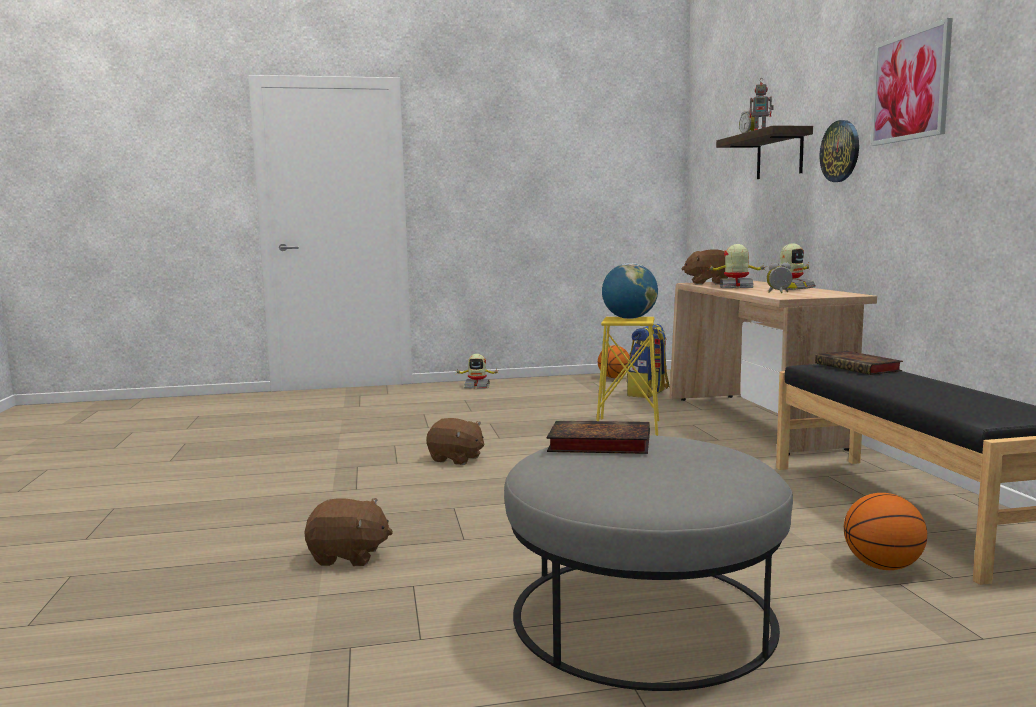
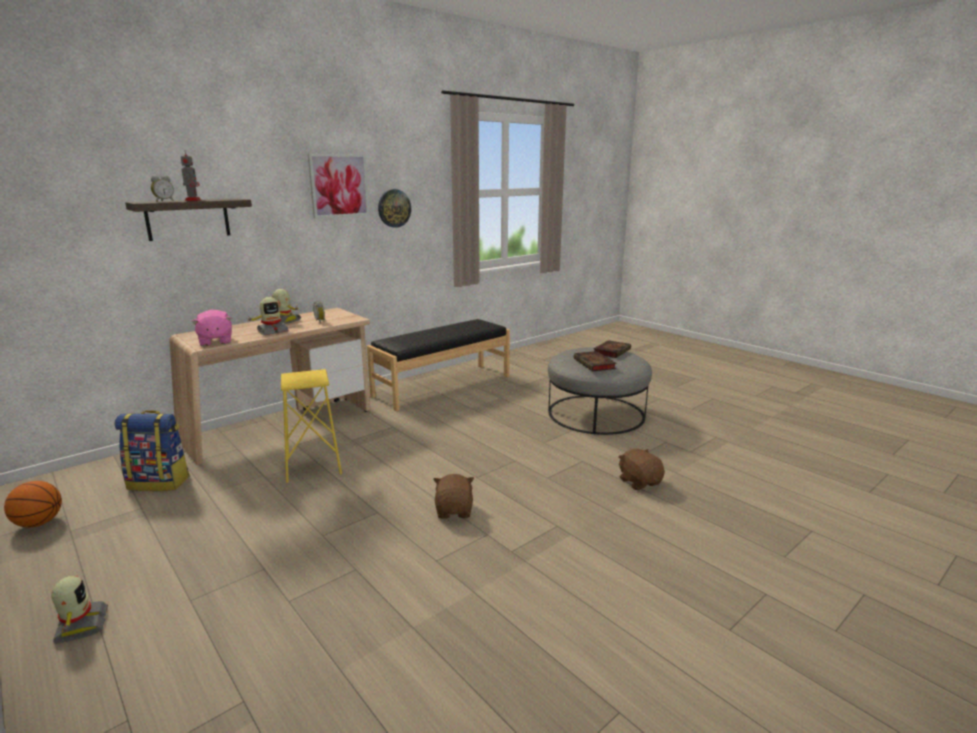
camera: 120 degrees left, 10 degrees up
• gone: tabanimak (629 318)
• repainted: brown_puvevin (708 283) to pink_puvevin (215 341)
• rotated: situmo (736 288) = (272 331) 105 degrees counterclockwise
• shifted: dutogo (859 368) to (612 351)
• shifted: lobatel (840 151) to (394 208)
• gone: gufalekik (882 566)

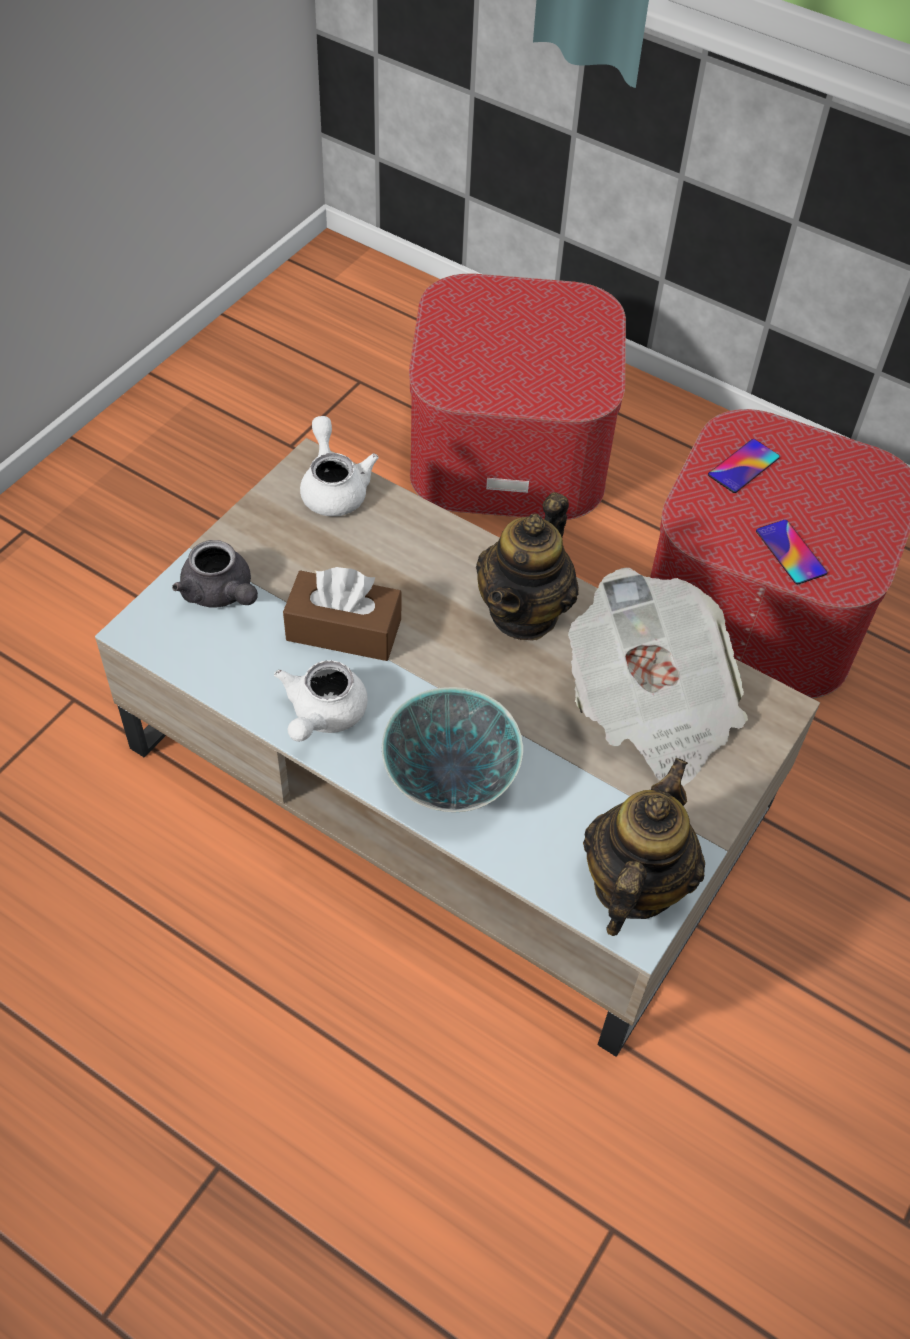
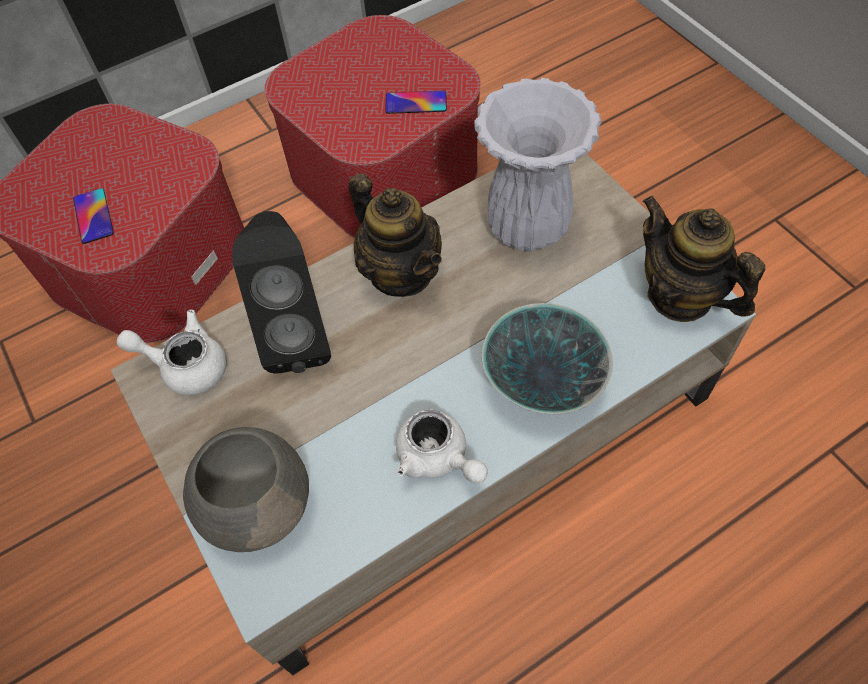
camera: 60 degrees left, 5 degrees up
• swapped: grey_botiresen (221 594) to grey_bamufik (257 502)
• gone: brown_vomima (344 630)
• swapped: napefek (651 708) to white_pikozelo (529 227)
• shifted: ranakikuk (743 466) to (93 216)
• new: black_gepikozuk (297 334)

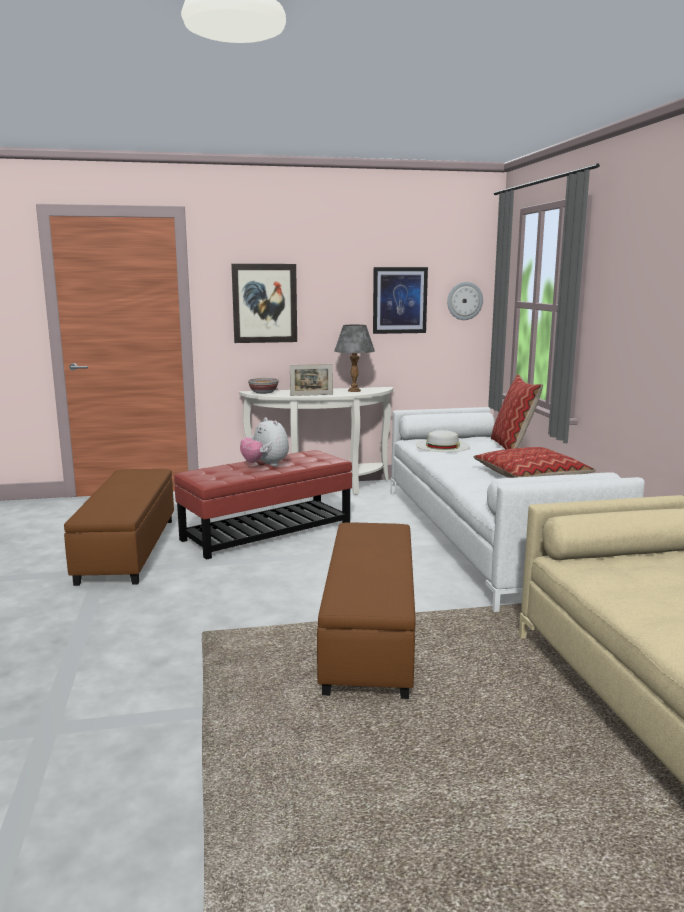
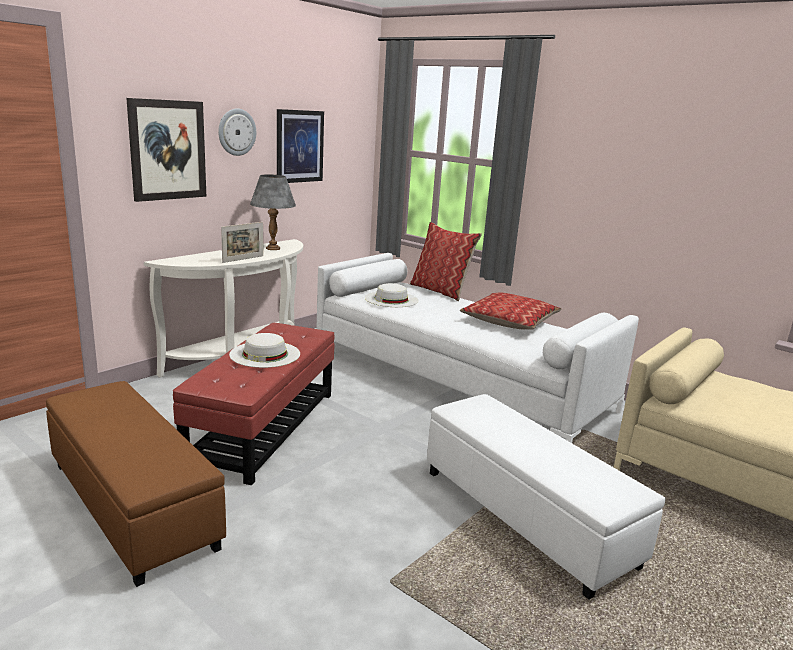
camera: 40 degrees left, 5 degrees up
• swapped: puvevin (265 465) to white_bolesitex (265 354)
• gone: bamufik (263 392)
• repainted: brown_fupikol (368 635) to white_fupikol (524 517)
• shifted: lobatel (464 301) to (236 132)

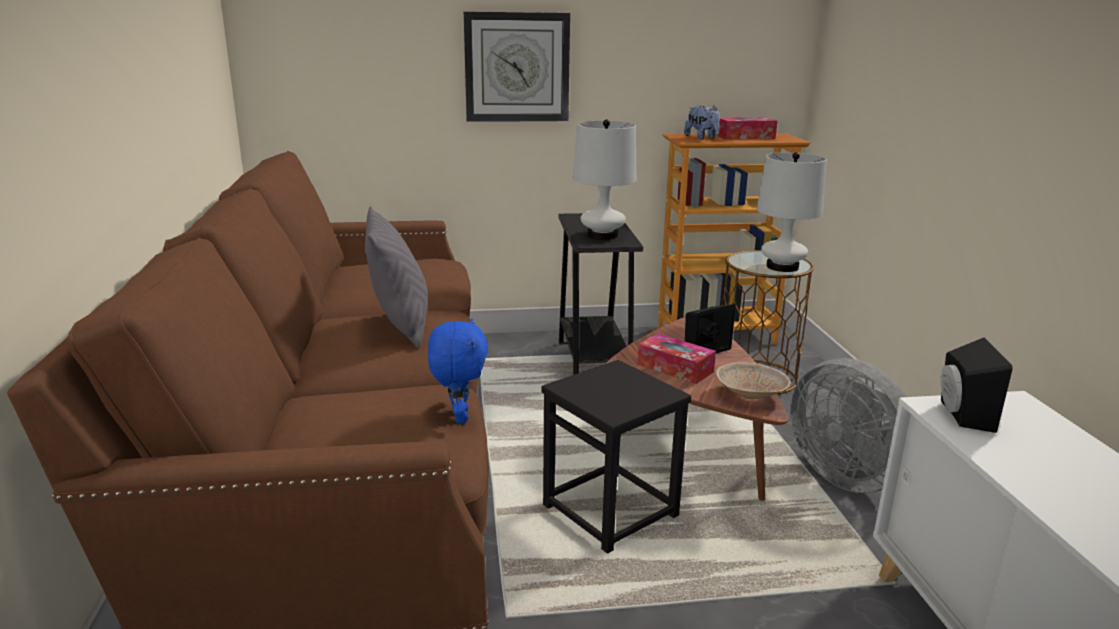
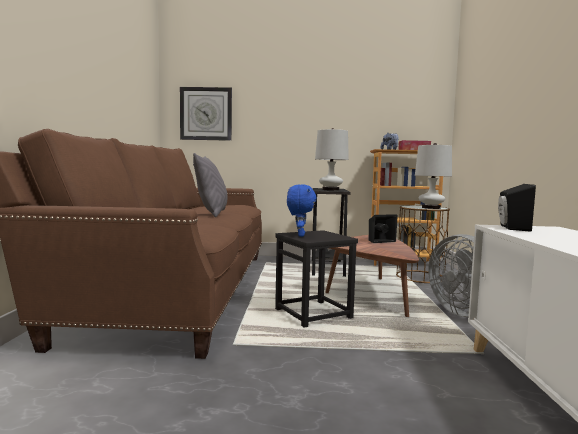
camera: 10 degrees right, 15 degrees down
• shifted: blue_puvevin (459 416) to (300 235)
• shifted: lobatel (517 67) to (206 114)
• gone: vomima (675 368)
• gone: beige_bamufik (751 395)

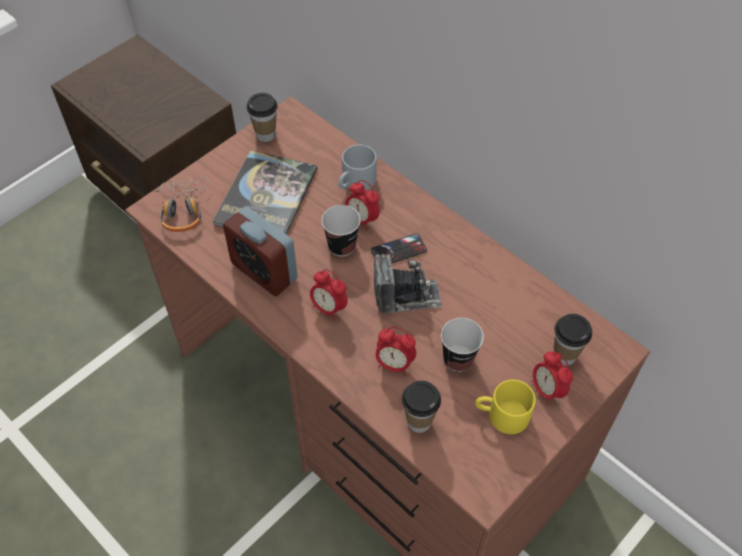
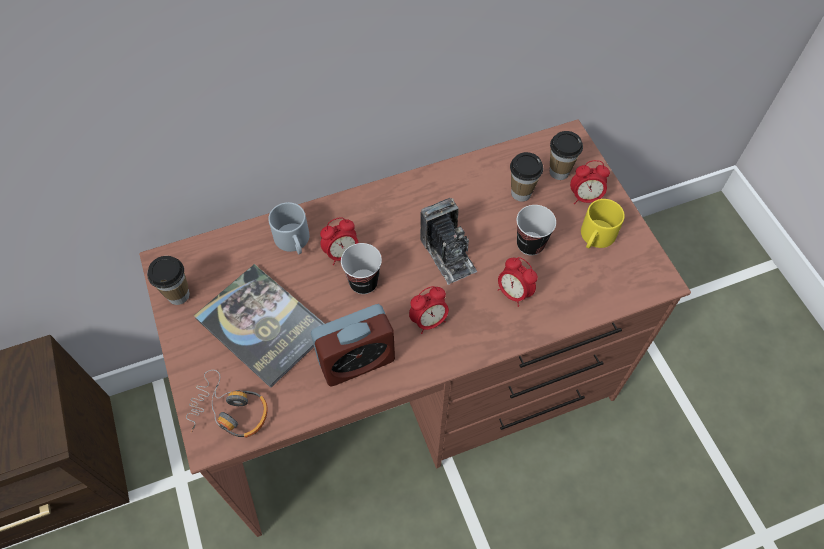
camera: 65 degrees left, 5 degrees up
• gone: ranakikuk (398 250)
• rotated: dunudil (407 296) = (448 254) 135 degrees clockwise
• rotated: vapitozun (394 364) = (513 293) 90 degrees clockwise
• shifted: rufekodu (419 422) to (521 193)

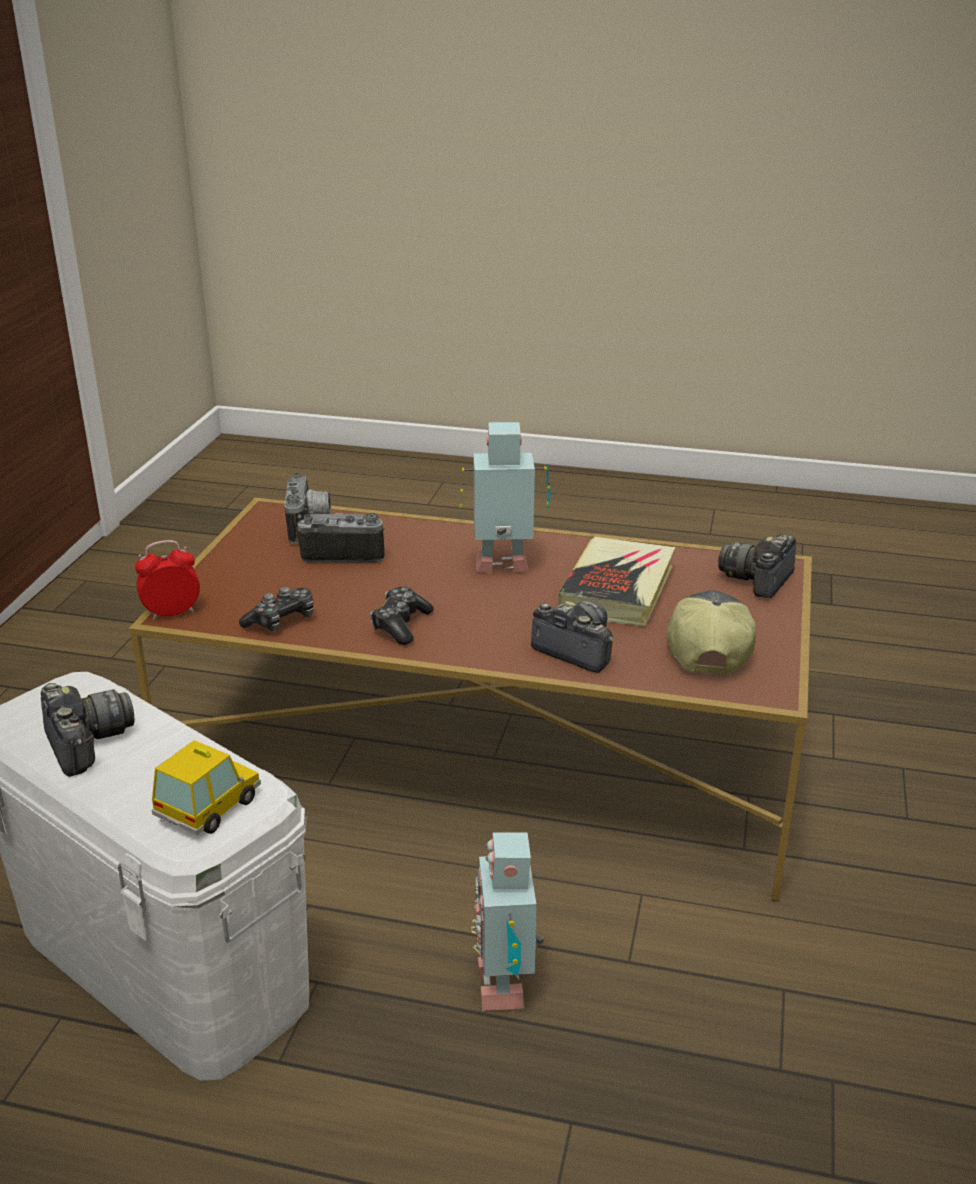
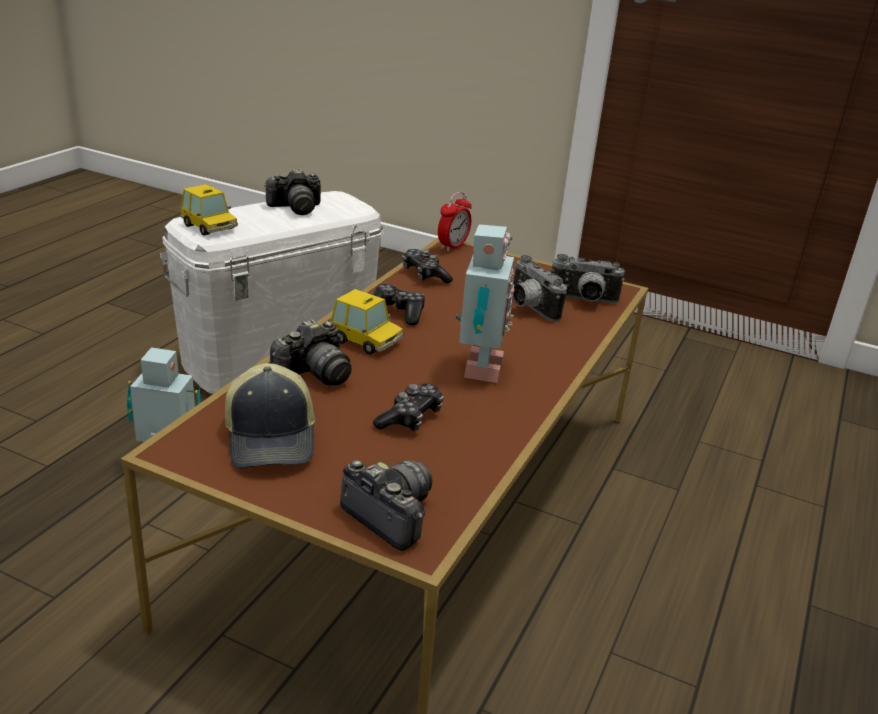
camera: 100 degrees right, 0 degrees up
• rotated: vapitozun (172 613) = (452 246) 45 degrees clockwise
• rotated: dunudil (344 554) = (528 308) 135 degrees clockwise
• swapped: dutogo (617 589) to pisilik (410 418)
• rotated: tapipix (706 648) = (272 438) 60 degrees clockwise
• new: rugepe (366 341)

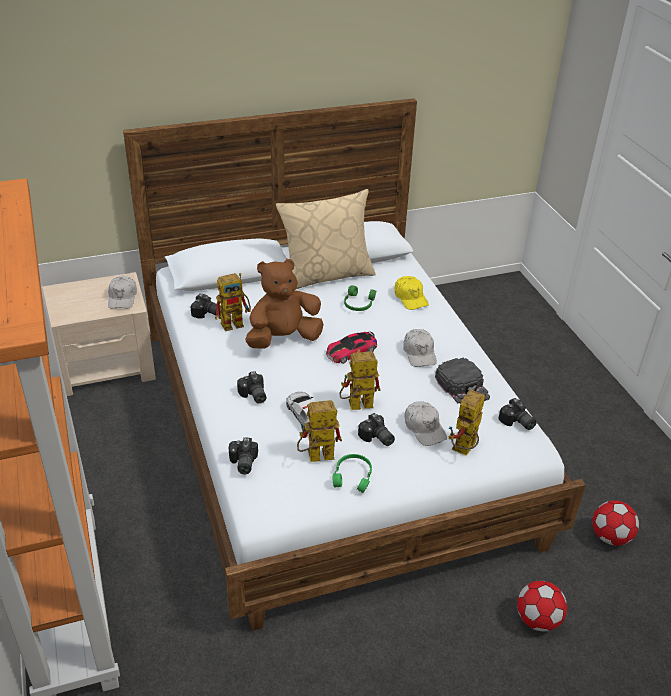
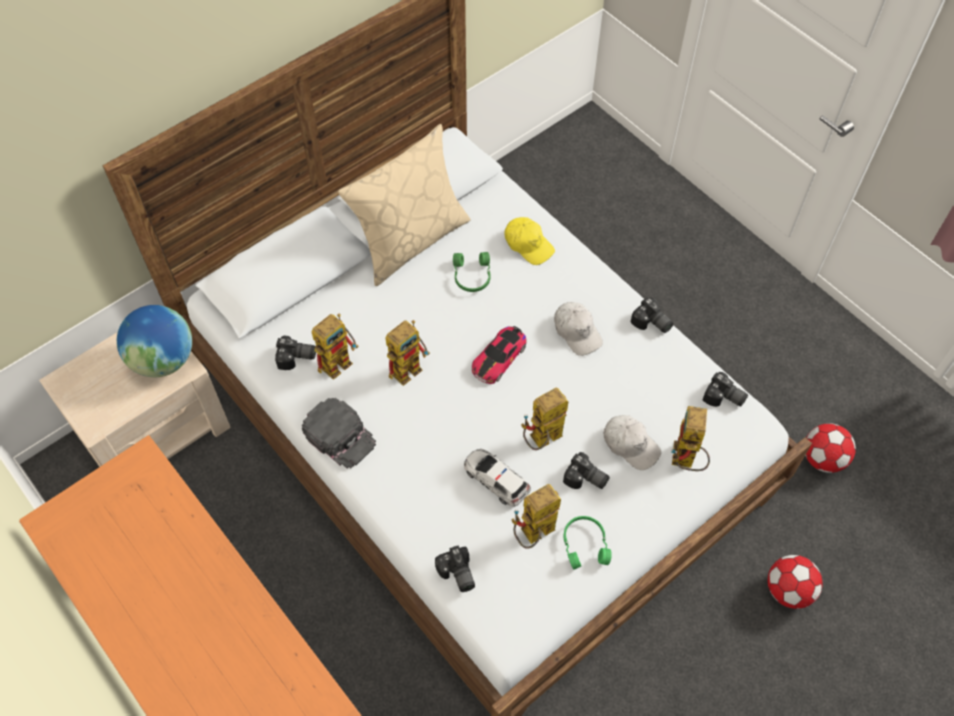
camera: 20 degrees left, 20 degrees up
• swapped: white_tapipix (122 298) to tabanimak (164 359)
• shifted: dunudil (253 395) to (651 323)
• swapped: brown_puvevin (283 338) to situmo (409 366)
• shifted: black_tapipix (463 386) to (340 436)

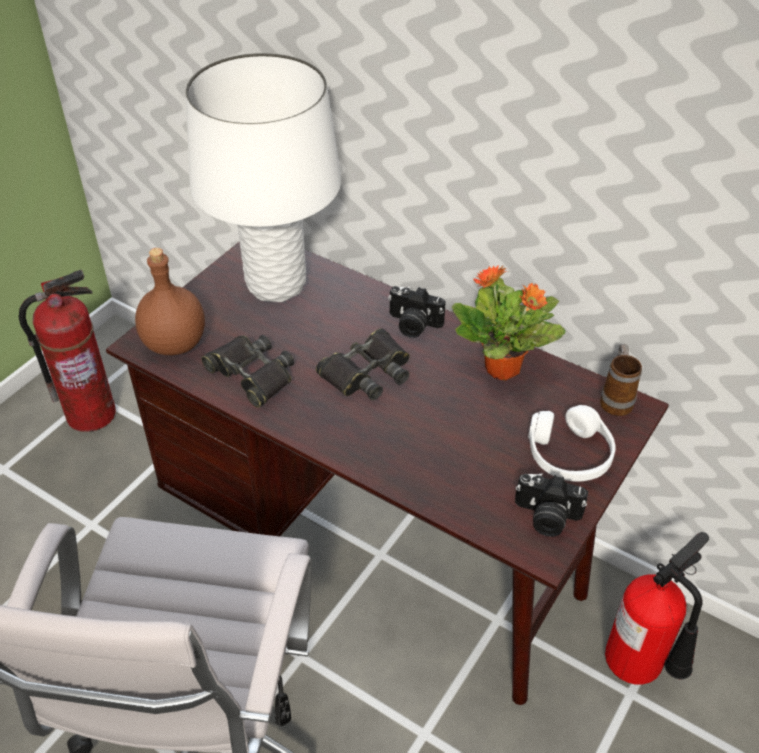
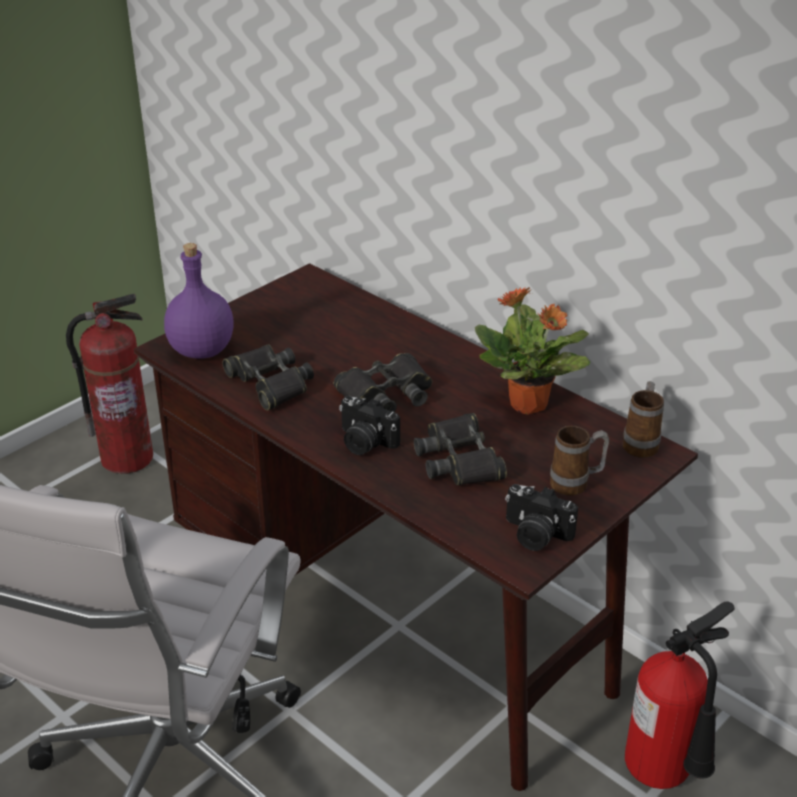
camera: 10 degrees right, 10 degrees down
• repainted: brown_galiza (174 344) to purple_galiza (201 351)
• gone: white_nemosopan (275 285)
• shifted: dunudil (413 325) to (364 442)
• swapped: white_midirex (569 454) to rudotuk (576 484)
• new: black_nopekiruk (459 459)

